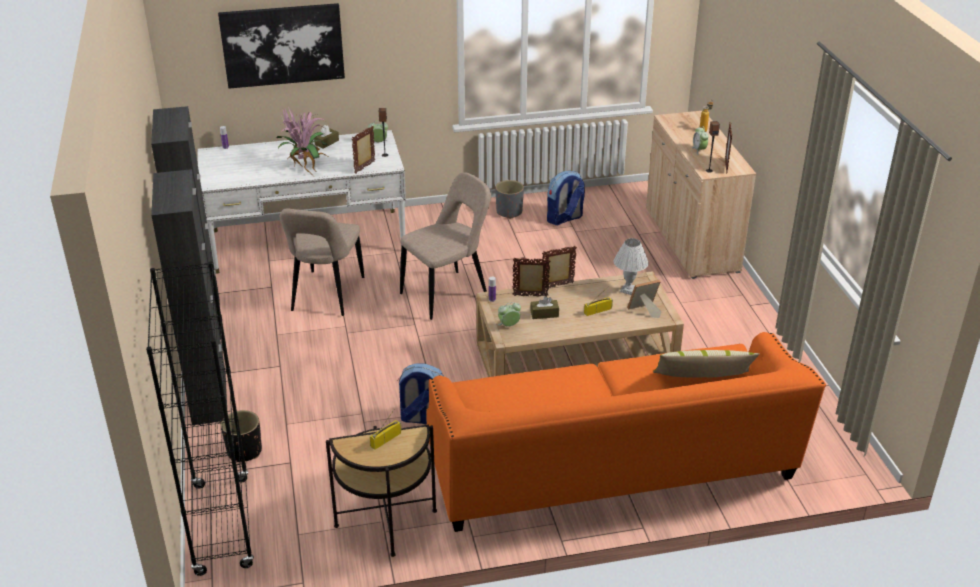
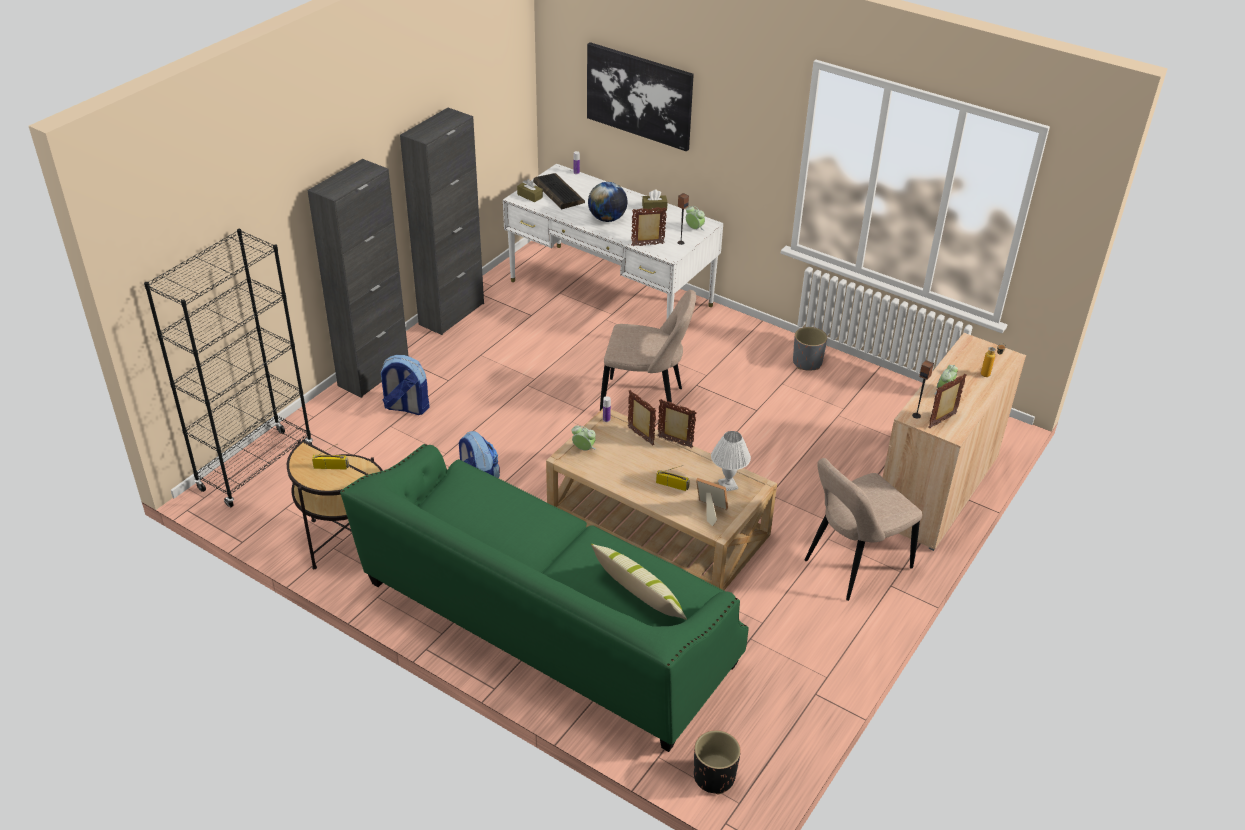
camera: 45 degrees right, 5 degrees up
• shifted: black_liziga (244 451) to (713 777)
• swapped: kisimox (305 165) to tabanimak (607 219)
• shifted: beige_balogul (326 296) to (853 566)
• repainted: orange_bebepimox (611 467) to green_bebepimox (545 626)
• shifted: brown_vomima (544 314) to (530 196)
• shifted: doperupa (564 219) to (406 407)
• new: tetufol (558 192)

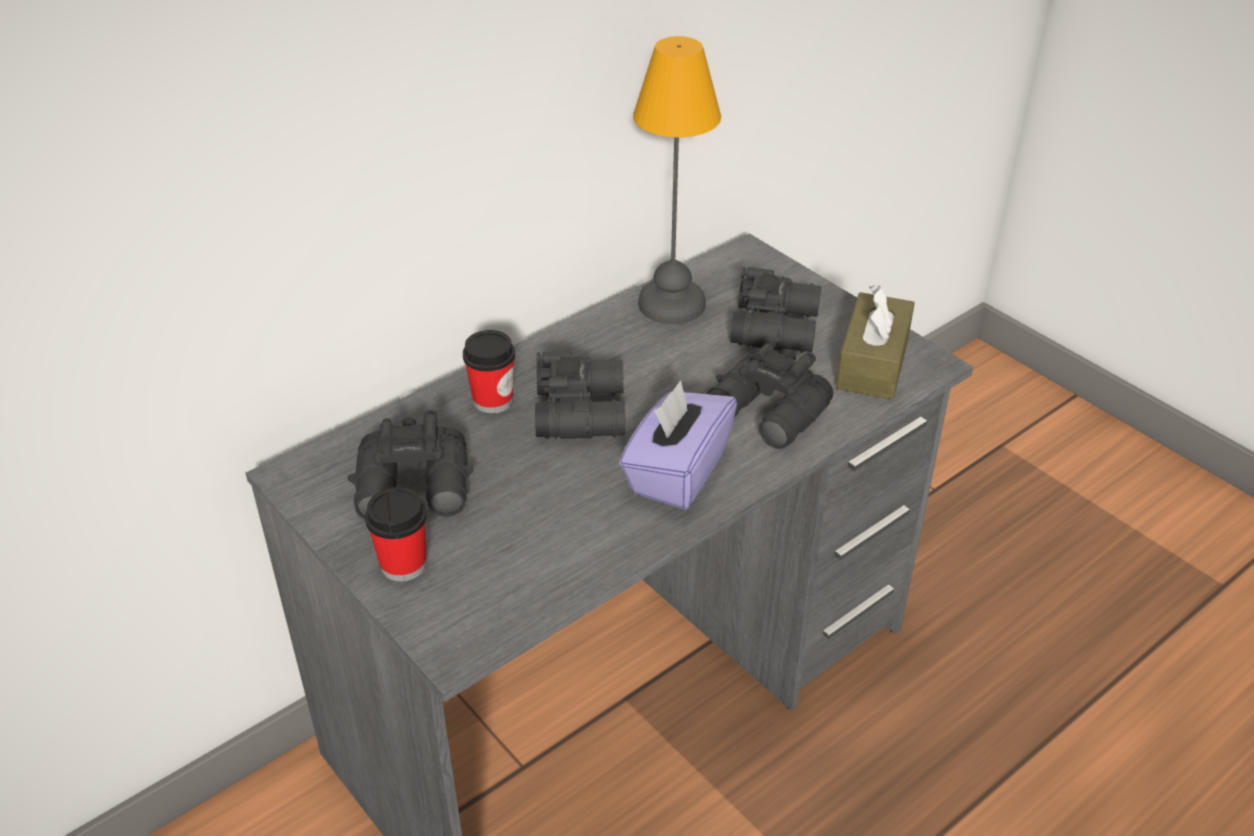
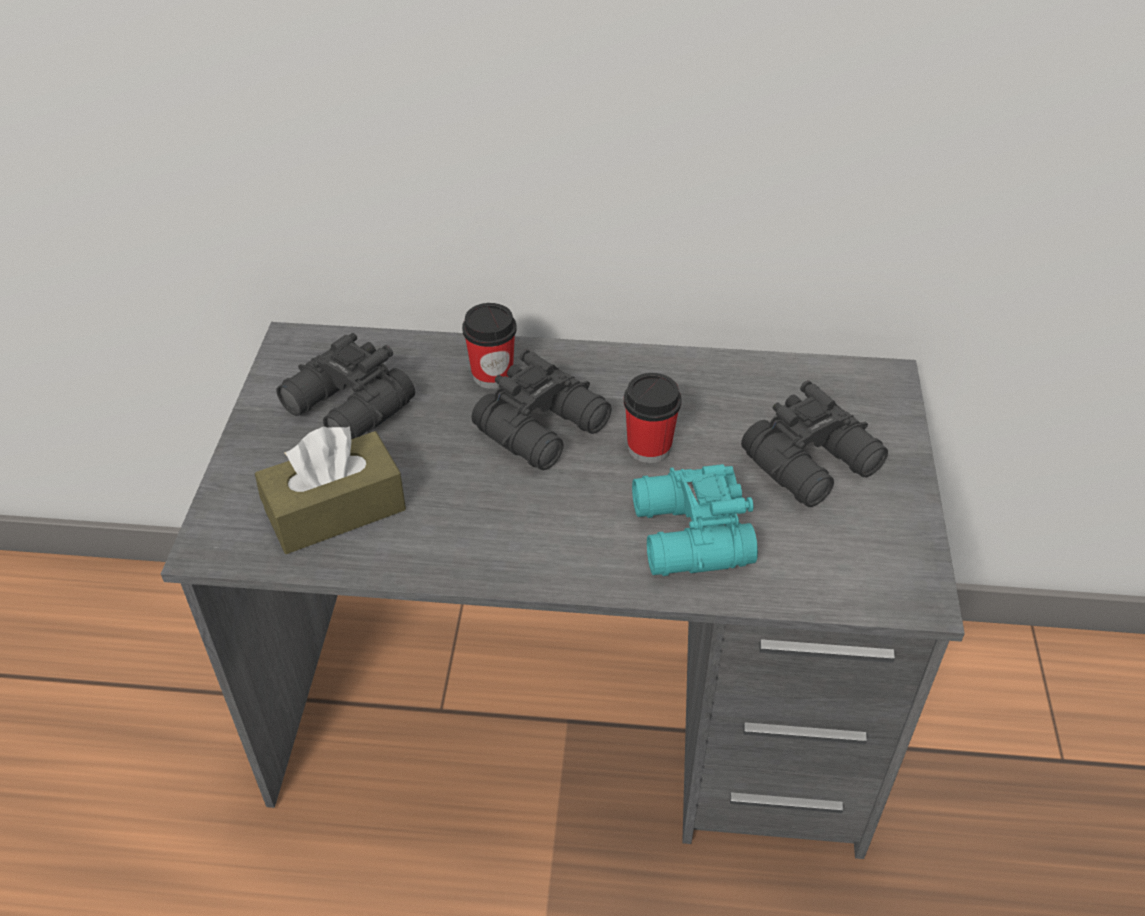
camera: 45 degrees right, 5 degrees up
• shifted: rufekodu (403 564) to (649 447)
• gone: purple_vomima (677 472)
• gone: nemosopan (673 305)
• repainted: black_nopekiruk (767 415) to turquoise_nopekiruk (688 537)
• shifted: brown_vomima (873 363) to (335 510)

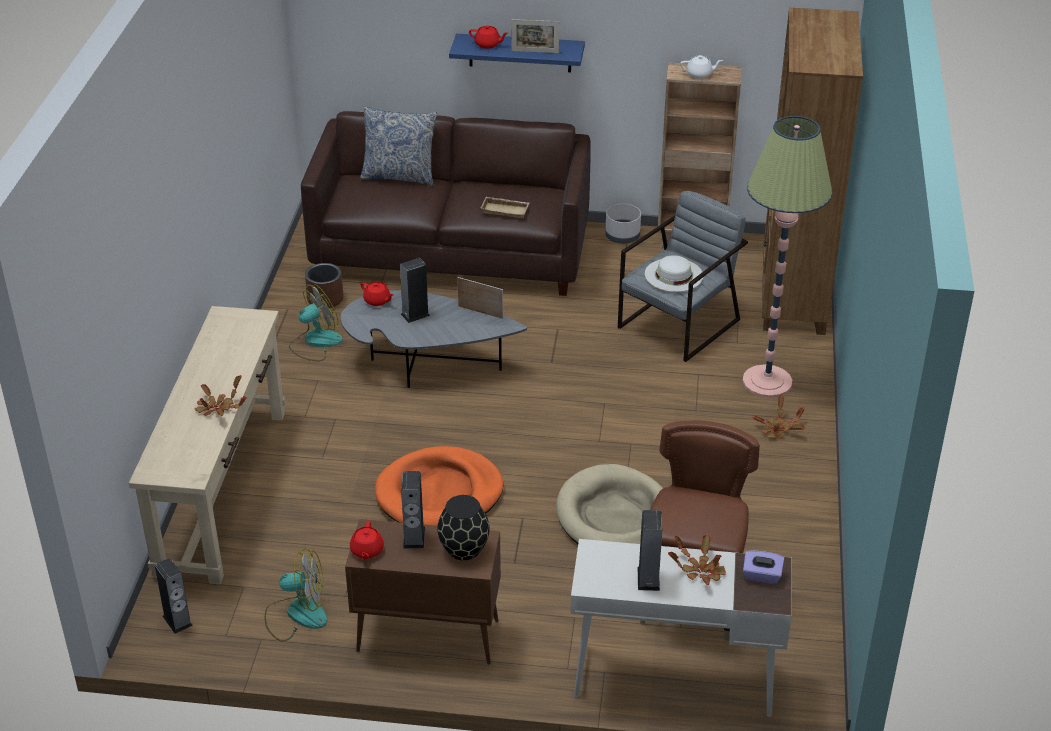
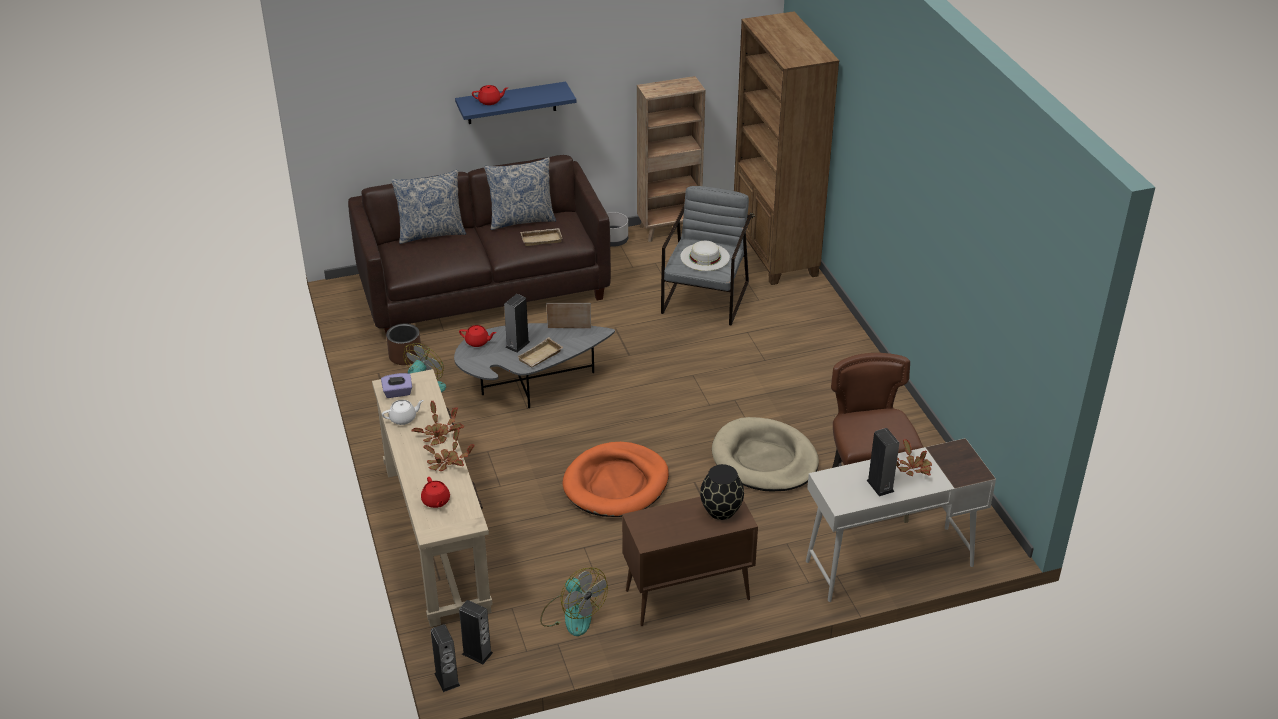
camera: 25 degrees left, 0 degrees up
• rotated: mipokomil (297 614) = (572 614) 75 degrees clockwise
• shifted: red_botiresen (366 551) to (436 501)
• shifted: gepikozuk (414 537) to (447 679)
• gone: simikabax (535 51)
• shifted: white_botiresen (700 74) to (403 418)
• gone: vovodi (767 382)
• shifted: purple_vomima (761 576) to (398 393)
• shifted: kisimox (778 429) to (438 434)
• new: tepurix (521 220)
• new: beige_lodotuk (540 357)

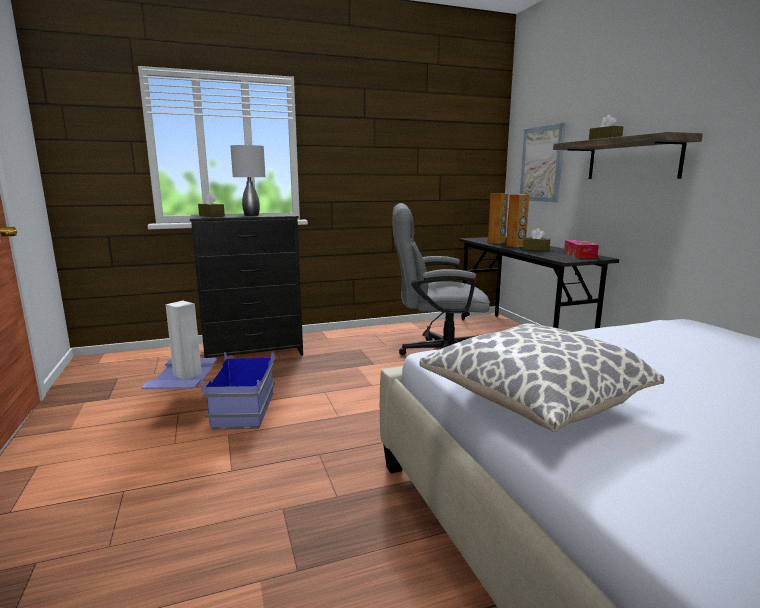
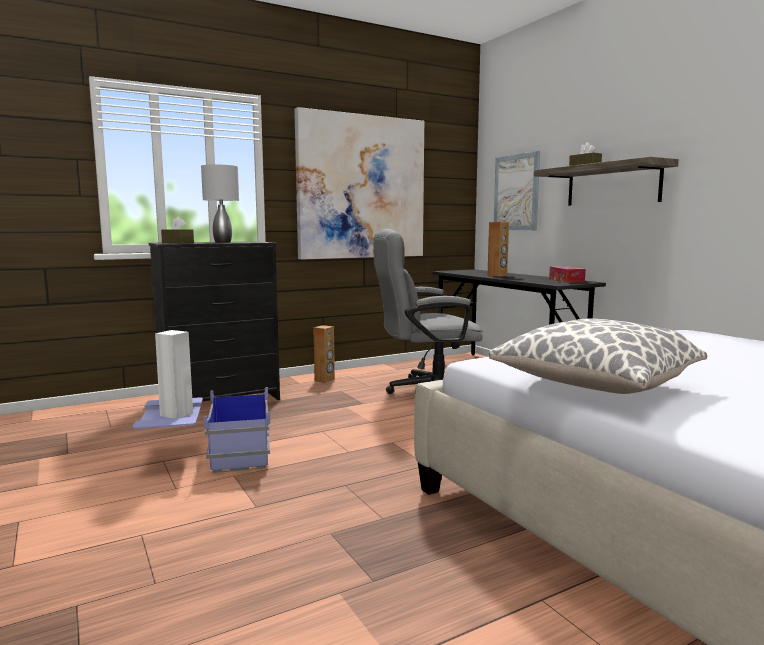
camera: 10 degrees left, 5 degrees down
• shifted: brown_gepikozuk (496 242) to (324 380)
• gone: brown_vomima (536 249)
• new: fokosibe (361 187)

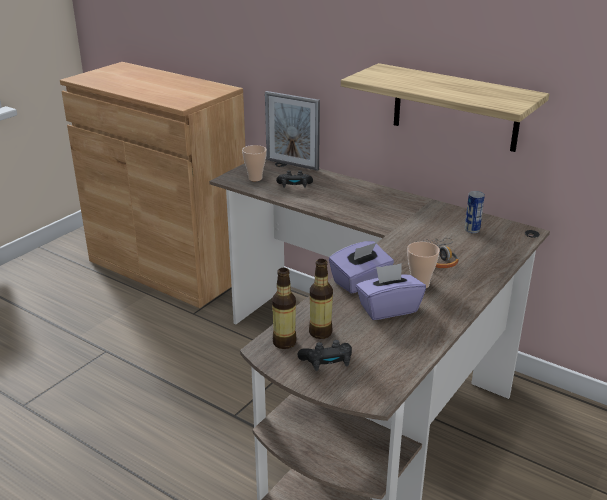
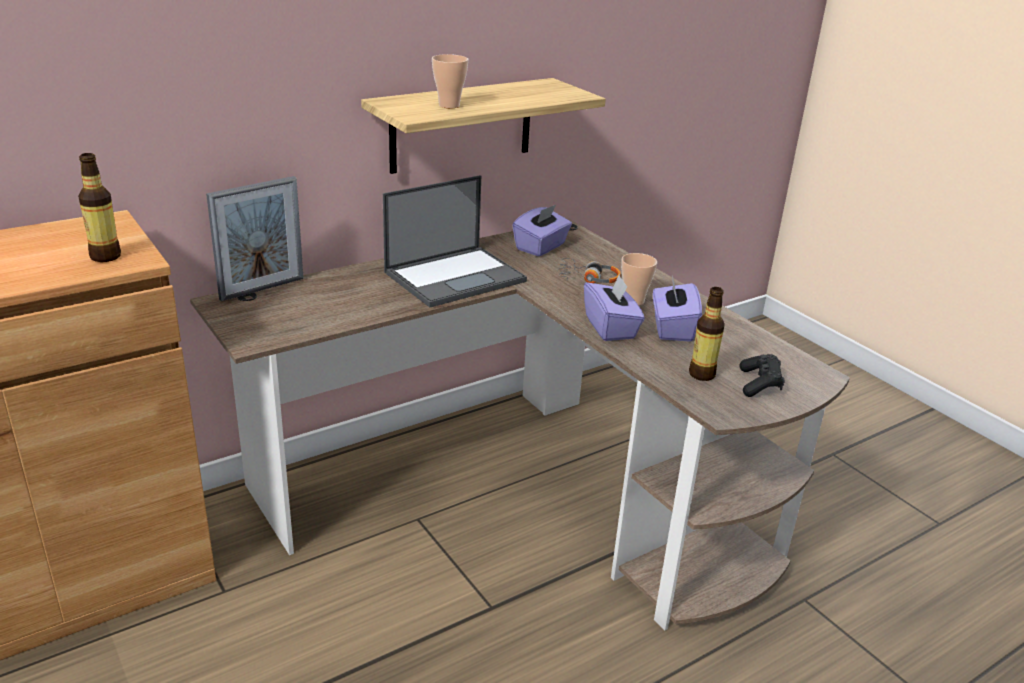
camera: 70 degrees left, 0 degrees up
• shifted: rufekodu (255 178) to (449 105)
• shifted: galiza (284 342) to (105 256)
• gone: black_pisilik (294 186)
• swapped: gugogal (472 230) to purple_vomima (541 247)
• new: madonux (456 276)

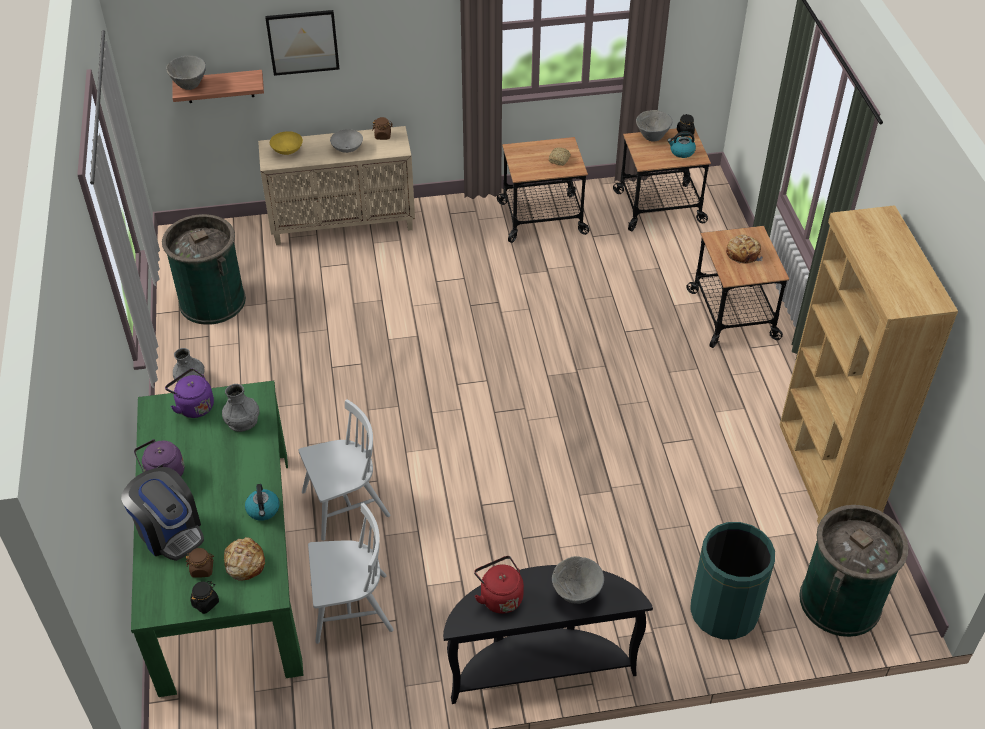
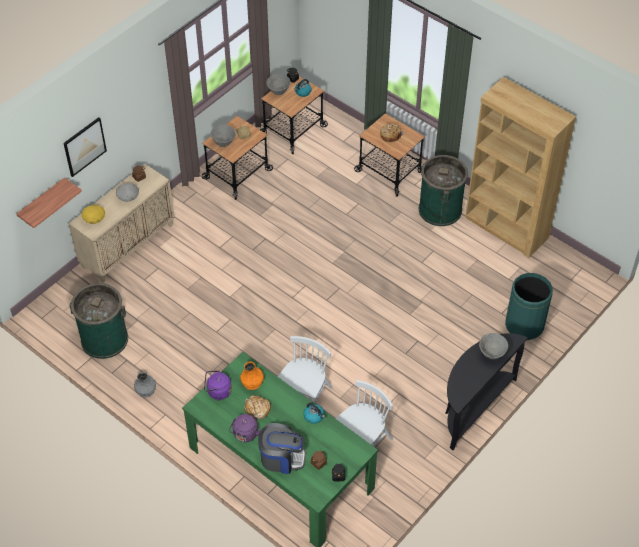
camera: 40 degrees left, 5 degrees up
• shifted: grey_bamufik (190 85) to (224 143)
• repainted: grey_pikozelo (243 421) to orange_pikozelo (252 382)
• shifted: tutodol (244 563) to (257 409)
• gone: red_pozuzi (499 596)
• shifted: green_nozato (840 601) to (440 209)

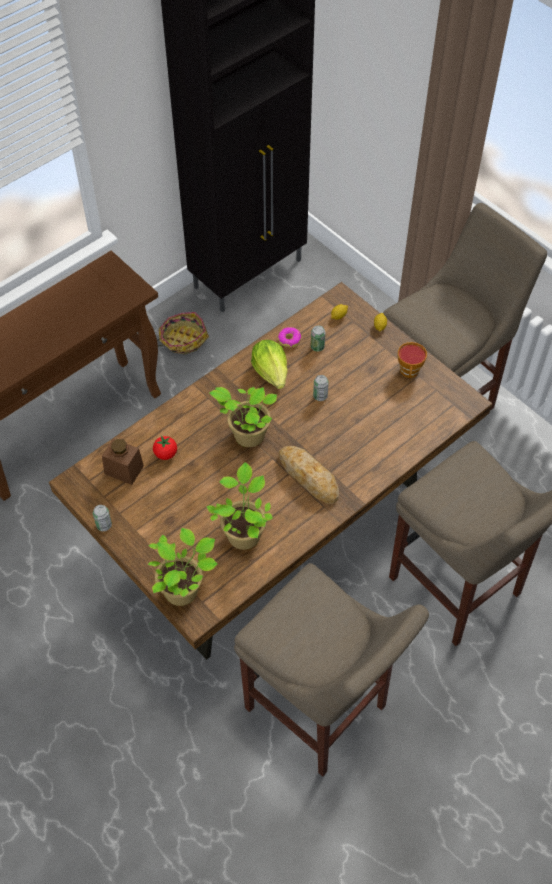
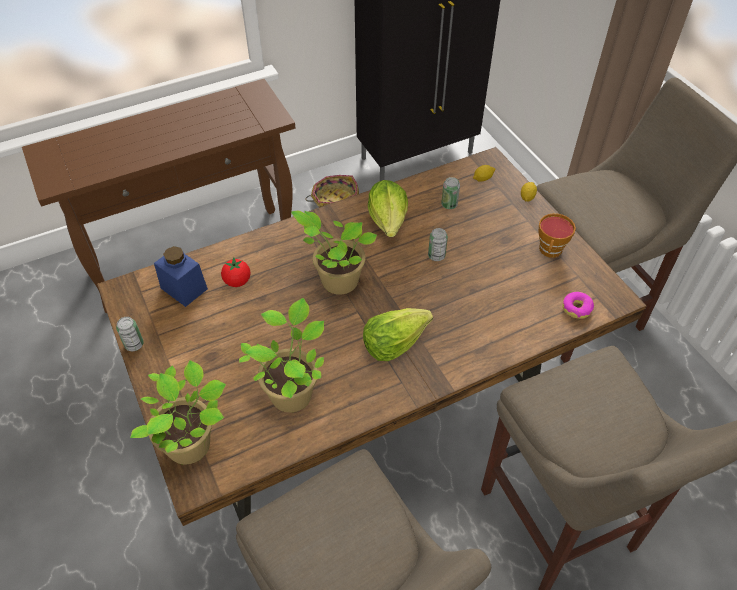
camera: 15 degrees right, 5 degrees down
• repainted: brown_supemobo (124 470) to blue_supemobo (184 288)
• shifted: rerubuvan (289 340) to (576 308)
• swapped: tutodol (308 476) to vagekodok (394 342)

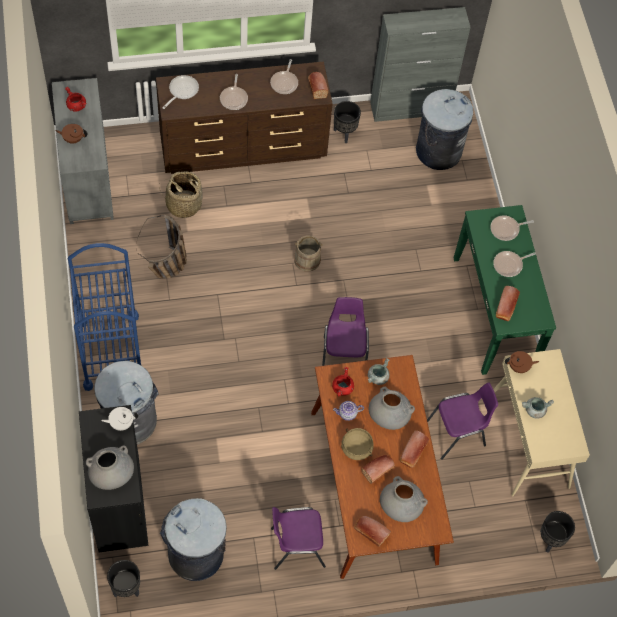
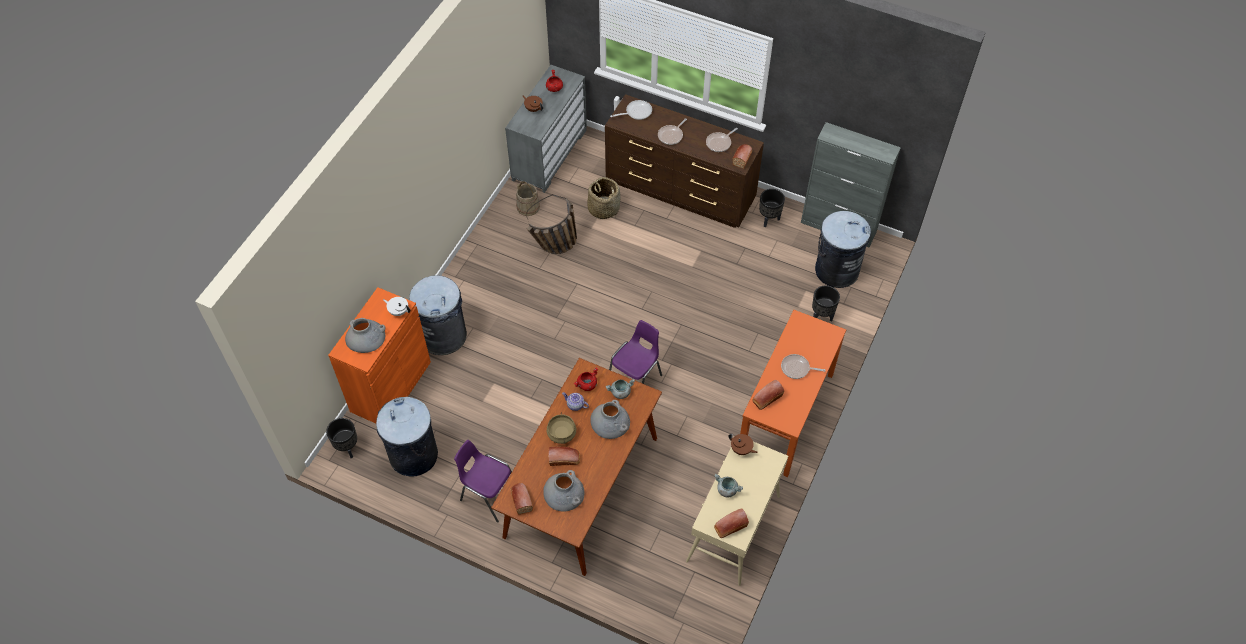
camera: 40 degrees right, 5 degrees down
• gone: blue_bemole (111 351)
• repainted: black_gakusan (119 502) to orange_gakusan (391 386)
• shifted: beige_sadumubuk (307 260) to (528 207)
• shifted: tutodol (412 453) to (729 527)
• gone: purple_balogul (457 433)
• repainted: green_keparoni (495 311) to orange_keparoni (786 414)
• gone: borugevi (506 229)
• shifted: black_liziga (550 540) to (821 316)

